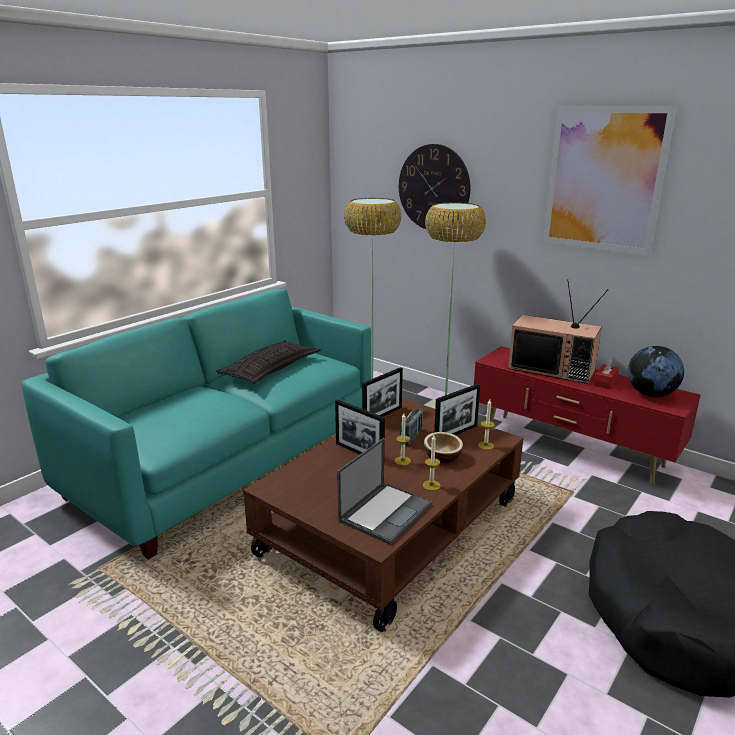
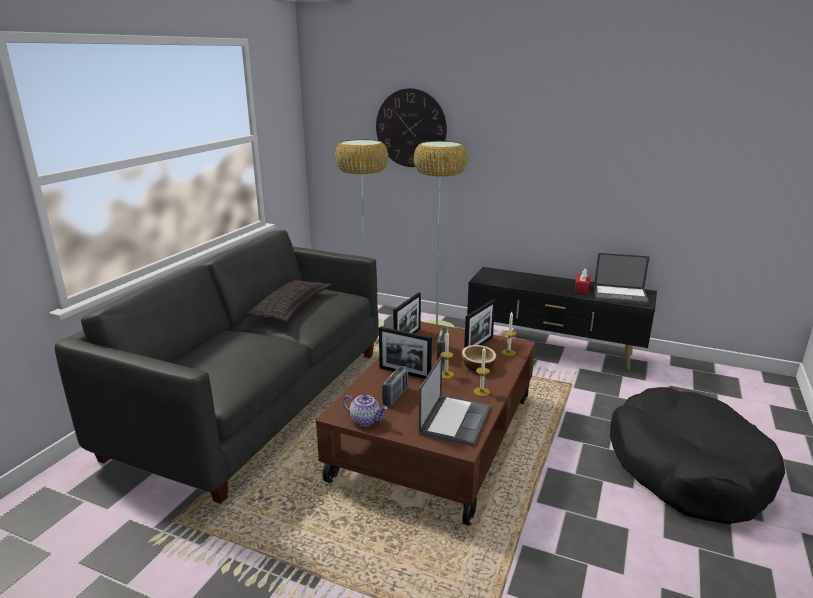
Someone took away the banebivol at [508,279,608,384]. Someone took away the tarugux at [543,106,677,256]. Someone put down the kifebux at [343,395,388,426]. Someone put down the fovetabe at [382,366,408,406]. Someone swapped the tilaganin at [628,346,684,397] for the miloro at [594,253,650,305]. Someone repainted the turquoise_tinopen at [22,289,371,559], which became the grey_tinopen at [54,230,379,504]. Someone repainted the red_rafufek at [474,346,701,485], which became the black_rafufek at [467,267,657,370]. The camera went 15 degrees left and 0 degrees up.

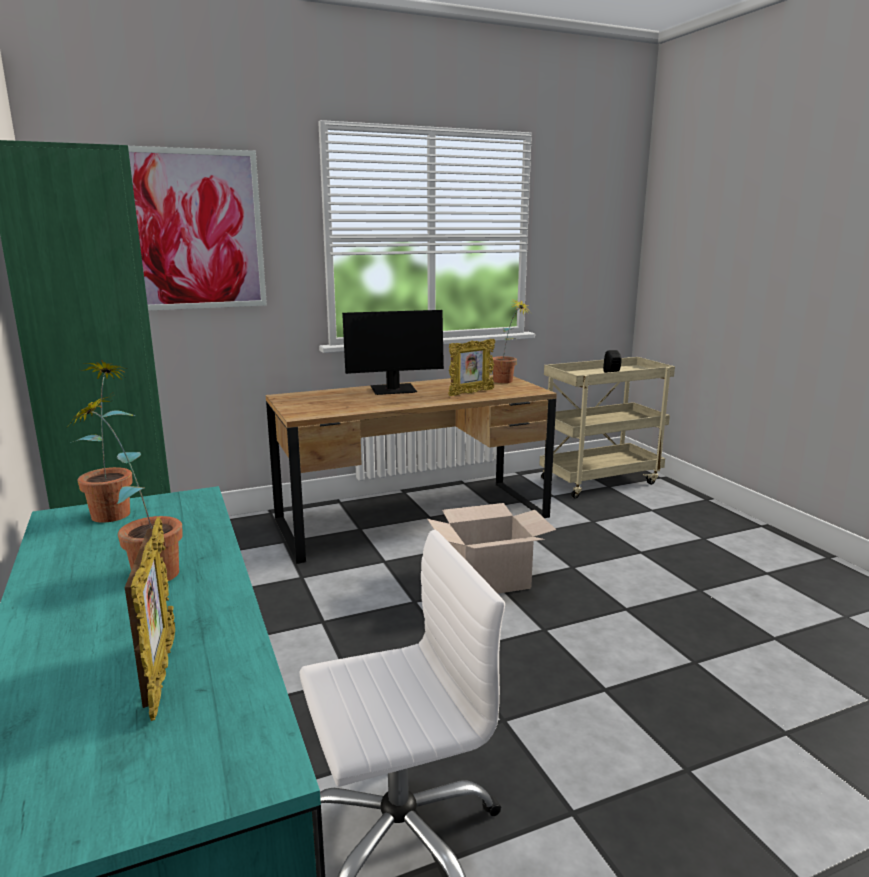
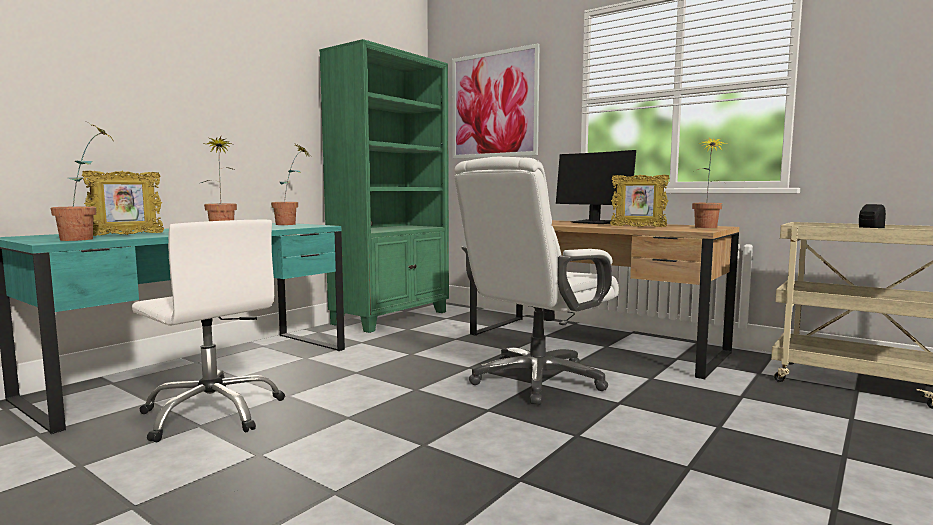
Someone put down the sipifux at [51,120,113,241]. Someone swapped the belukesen at [427,503,556,594] for the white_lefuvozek at [454,157,619,405]. The camera went 60 degrees right and 10 degrees down.

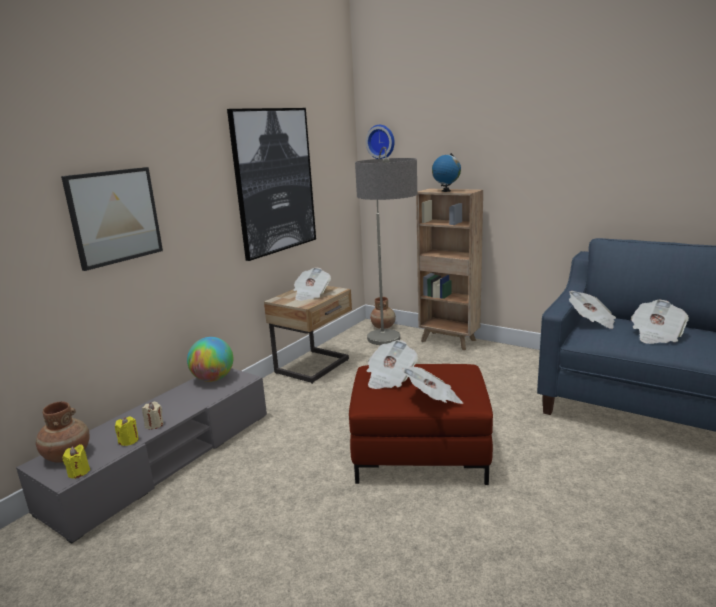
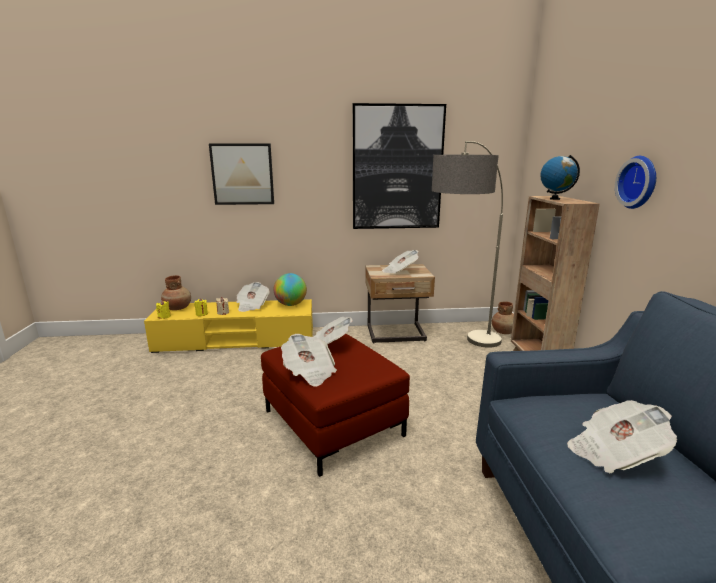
Someone carried the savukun from [366,125,395,159] to [615,156,656,209]. Someone carried the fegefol from [569,291,616,329] to [236,282,270,312]. Someone repainted the grey_rafufek at [16,368,267,544], which became the yellow_rafufek at [144,299,313,353]. The camera went 50 degrees right and 0 degrees up.

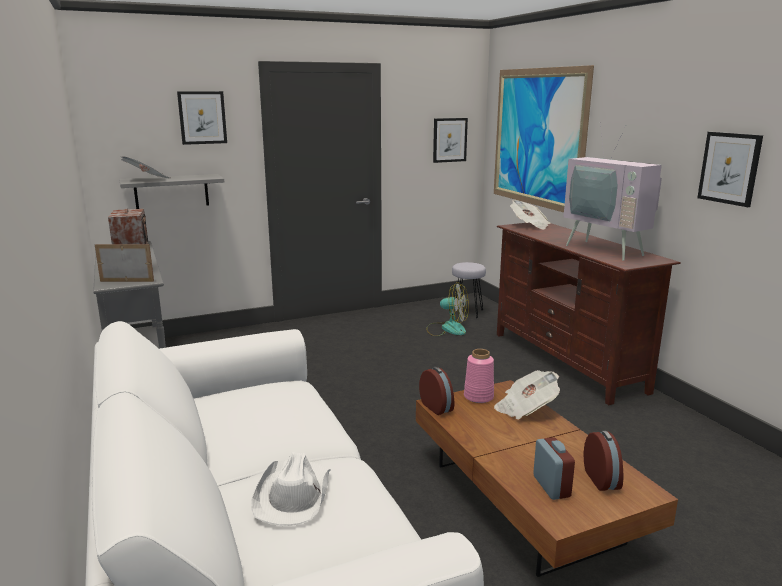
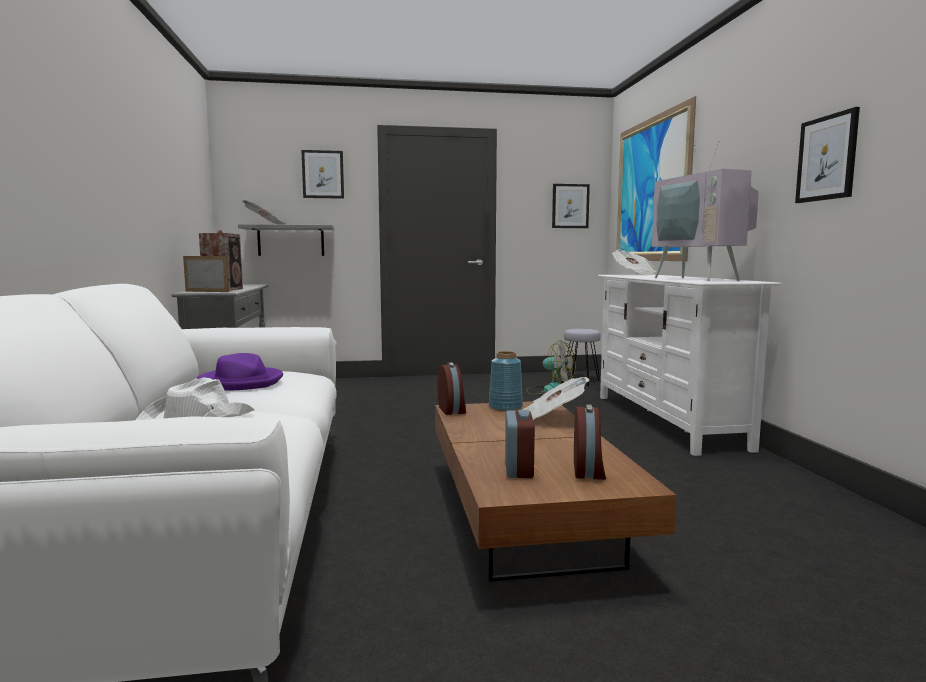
Someone put down the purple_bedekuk at [197,353,283,390]. Someone repainted the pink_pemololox at [464,349,494,403], which became the blue_pemololox at [489,351,523,411]. Someone repainted the brown_rafufek at [497,222,681,405], which became the white_rafufek at [598,275,781,456]. The camera went 15 degrees right and 10 degrees down.

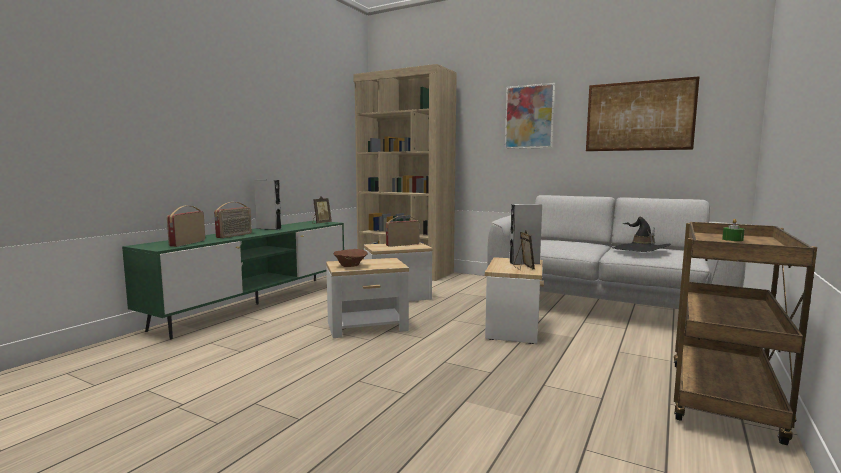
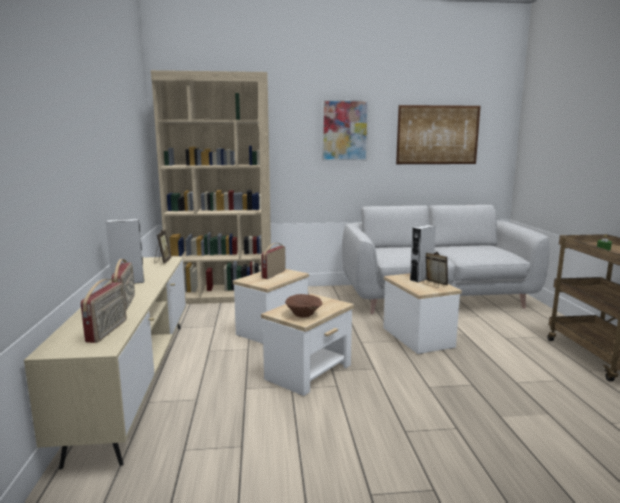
Someone took away the black_bedekuk at [612,217,671,252]. Someone repainted the green_rafufek at [122,221,344,339], which became the beige_rafufek at [24,257,186,470]. Someone rotated the fovetabe at [167,206,205,247] by 150 degrees counterclockwise. The camera went 35 degrees left and 5 degrees up.

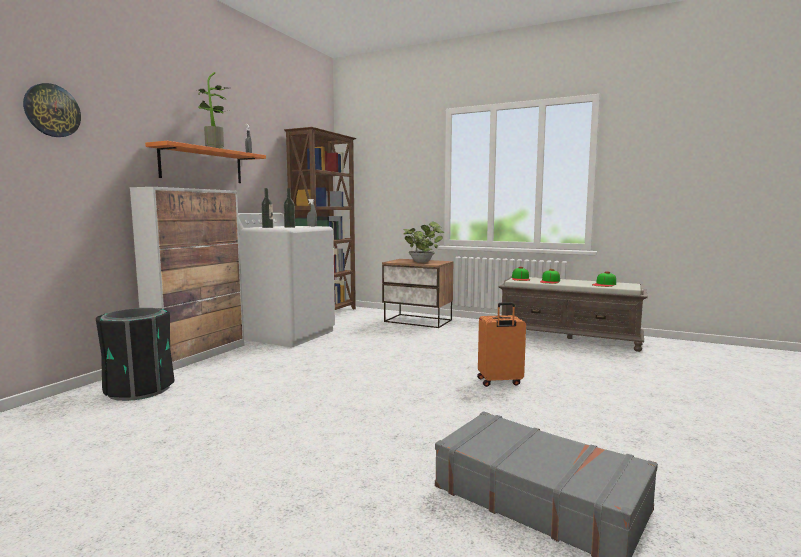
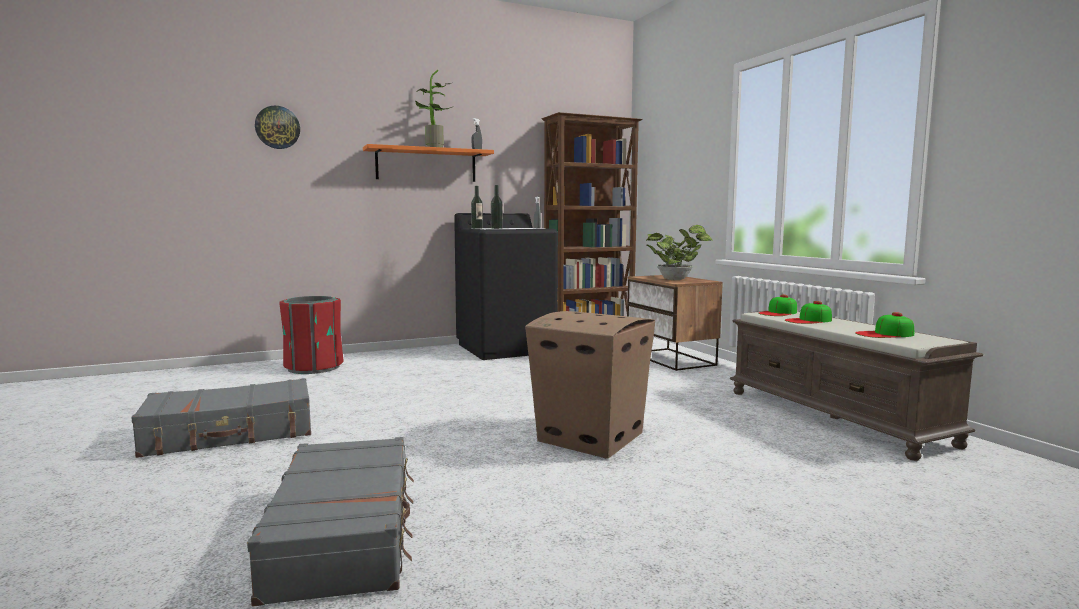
Someone took away the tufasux at [130,187,245,370]. Someone put down the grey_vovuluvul at [131,378,311,458]. Someone swapped the orange_vovuluvul at [477,302,526,387] for the belukesen at [525,311,655,459]. Someone repainted the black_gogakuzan at [96,308,175,401], which became the red_gogakuzan at [279,296,344,374]. Someone repainted the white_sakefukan at [238,213,335,347], which became the black_sakefukan at [454,213,558,360]. The camera went 40 degrees right and 0 degrees up.

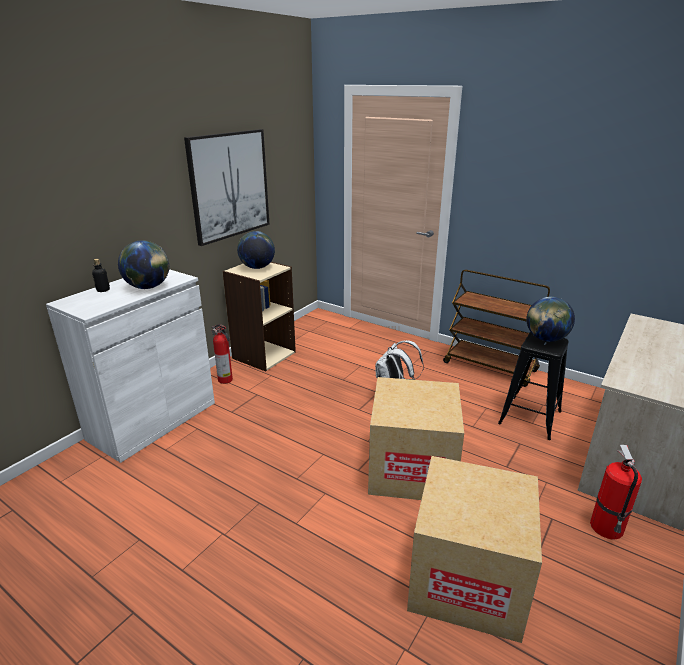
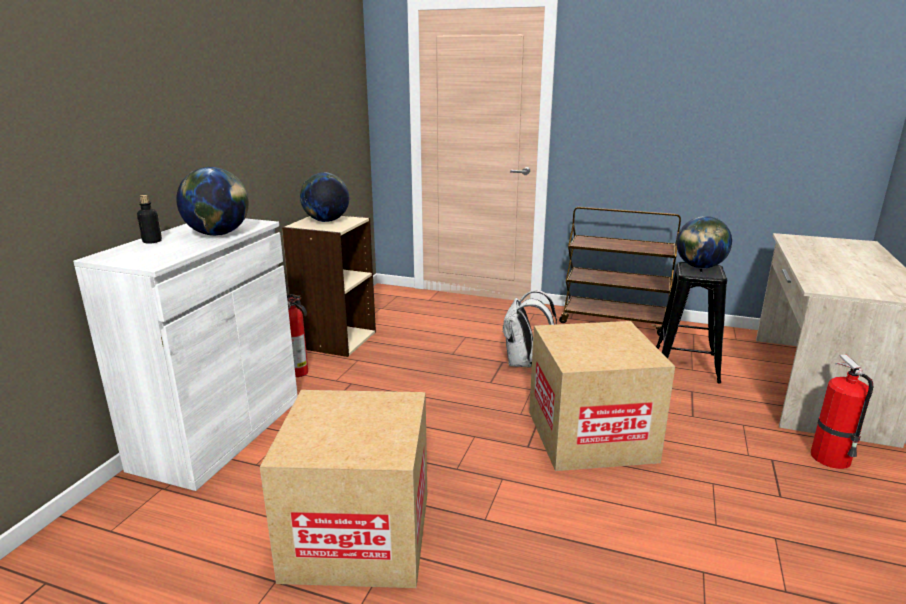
Someone took away the tarugux at [184,129,270,246]. Someone carried the belukesen from [407,456,542,643] to [260,390,427,588]. The camera went 15 degrees left and 5 degrees down.

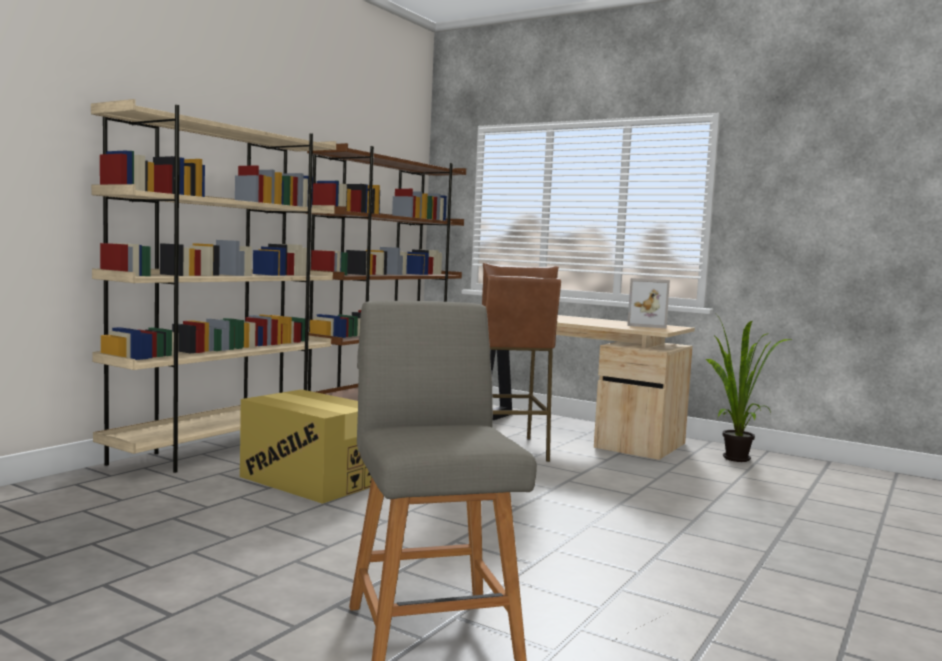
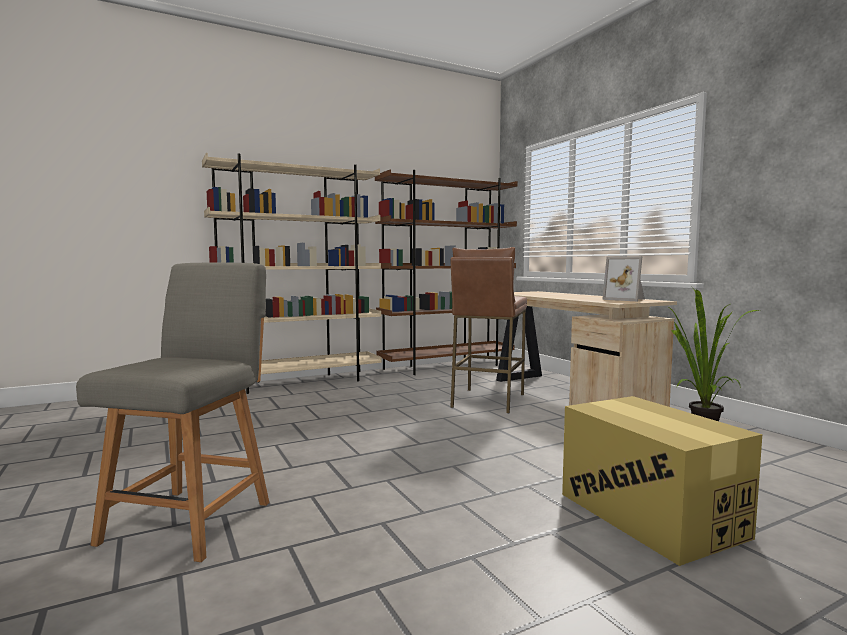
Someone carried the belukesen from [240,389,372,504] to [562,396,762,566]. The camera went 30 degrees right and 0 degrees up.

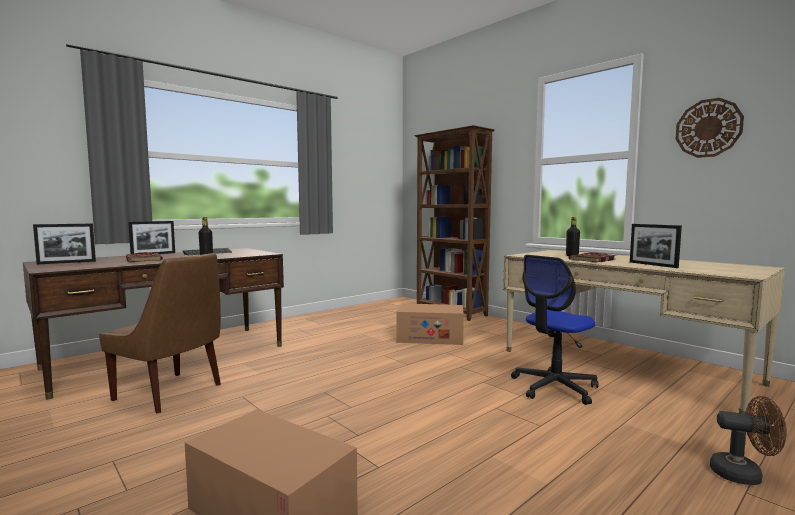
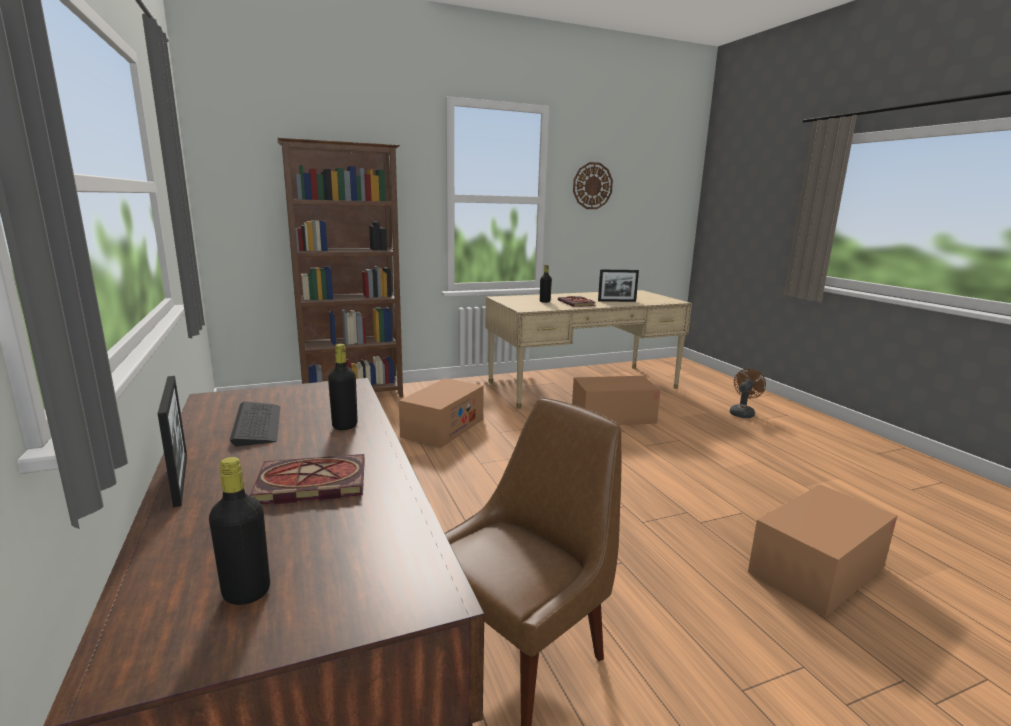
Someone swapped the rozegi at [33,224,96,264] for the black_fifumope at [209,457,270,605]. Someone swapped the lefuvozek at [511,255,599,405] for the belukesen at [572,376,661,425]. The camera went 70 degrees left and 10 degrees up.

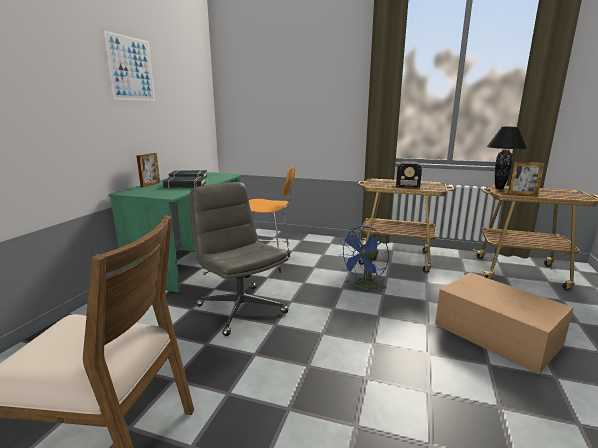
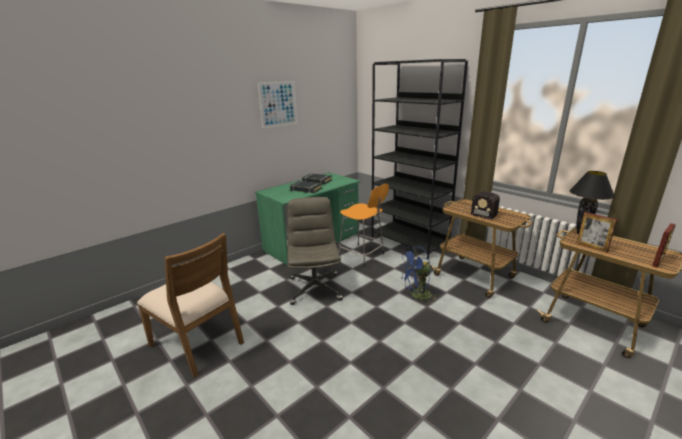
Someone took away the belukesen at [435,272,574,374]. Someone put down the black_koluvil at [371,59,468,259]. Someone carried the rozegi from [137,153,160,187] to [652,223,676,267]. The camera went 30 degrees right and 5 degrees up.

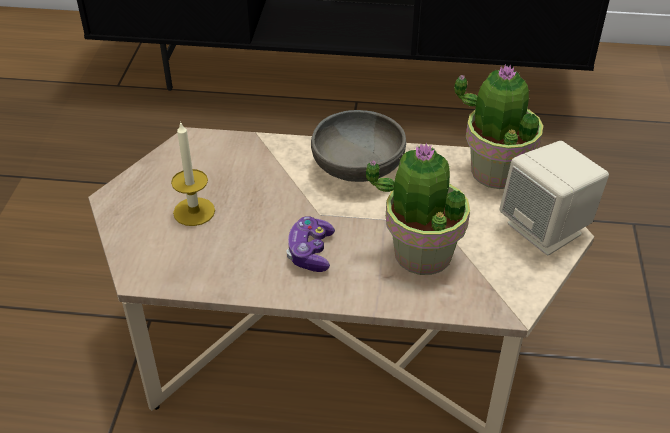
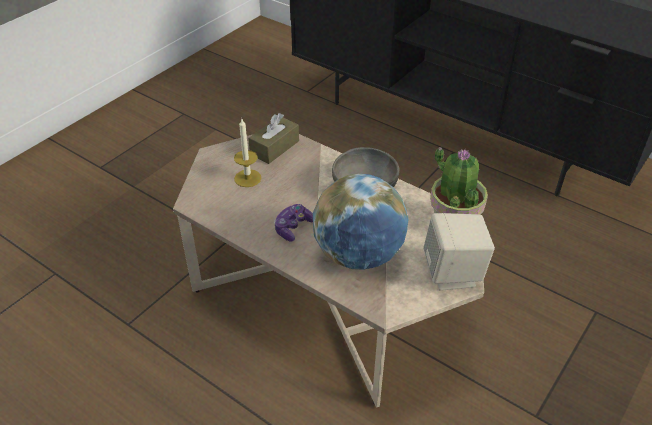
Someone put down the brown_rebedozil at [248,113,299,164]. Someone swapped the sipifux at [366,143,470,275] for the tilaganin at [313,174,408,270]. The camera went 30 degrees right and 0 degrees up.

